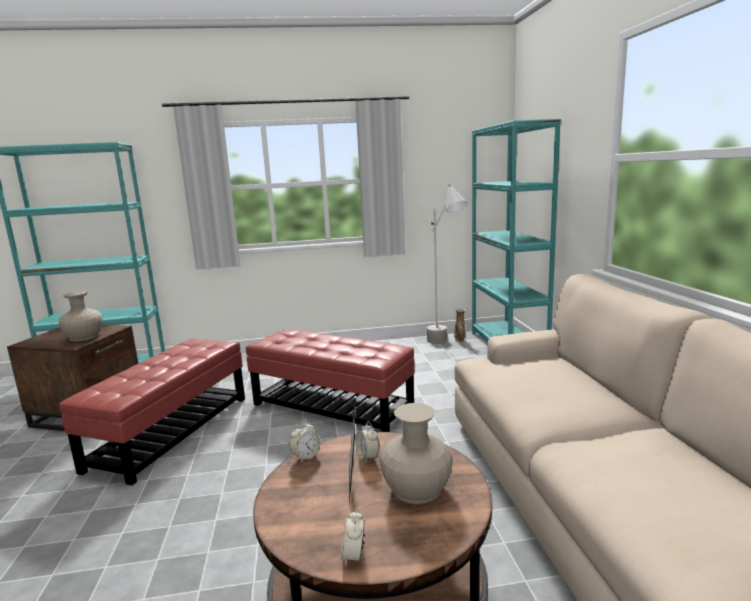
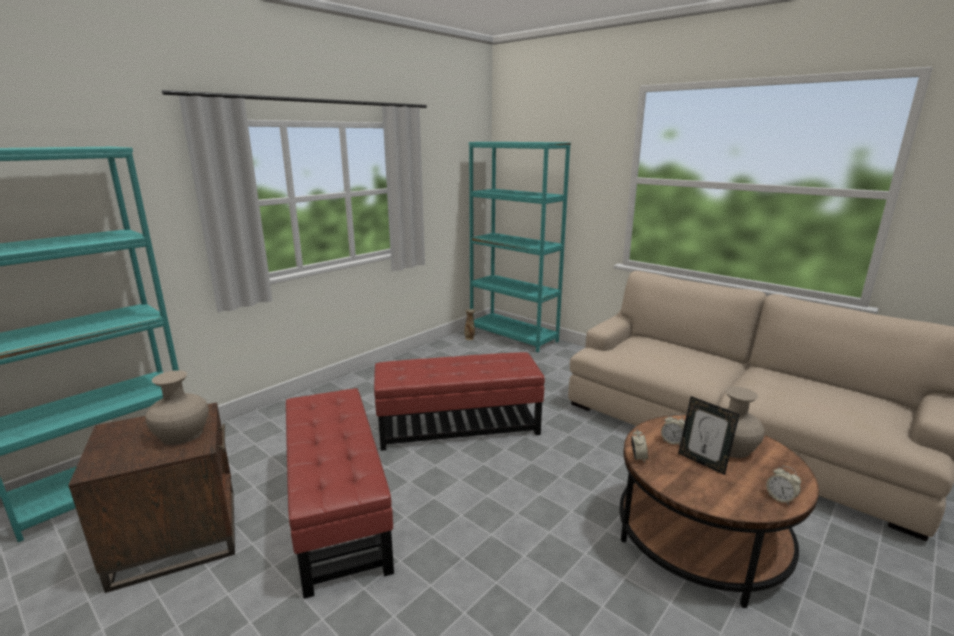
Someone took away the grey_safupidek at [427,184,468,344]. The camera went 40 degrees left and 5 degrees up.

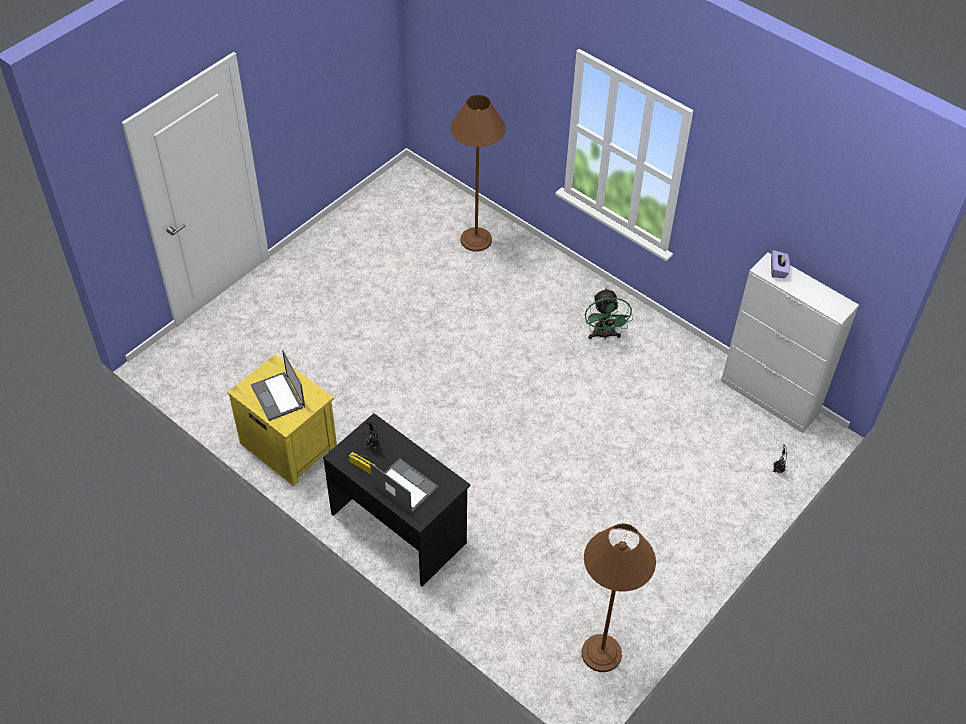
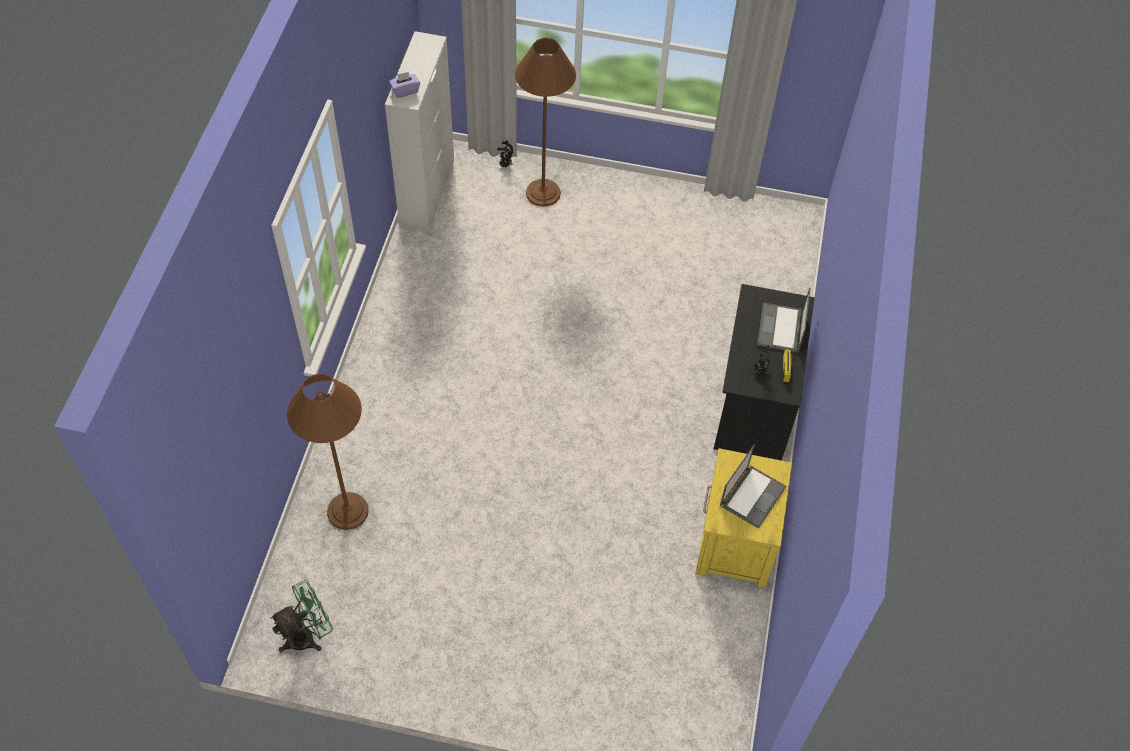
Someone carried the brown_safupidek from [581,523,656,672] to [515,38,576,207]. Someone carried the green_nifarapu from [585,288,633,340] to [270,580,333,652]. The camera went 120 degrees left and 5 degrees up.

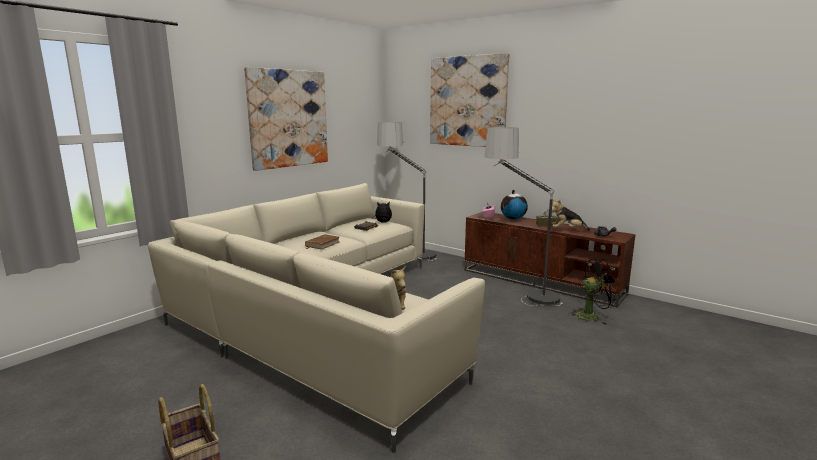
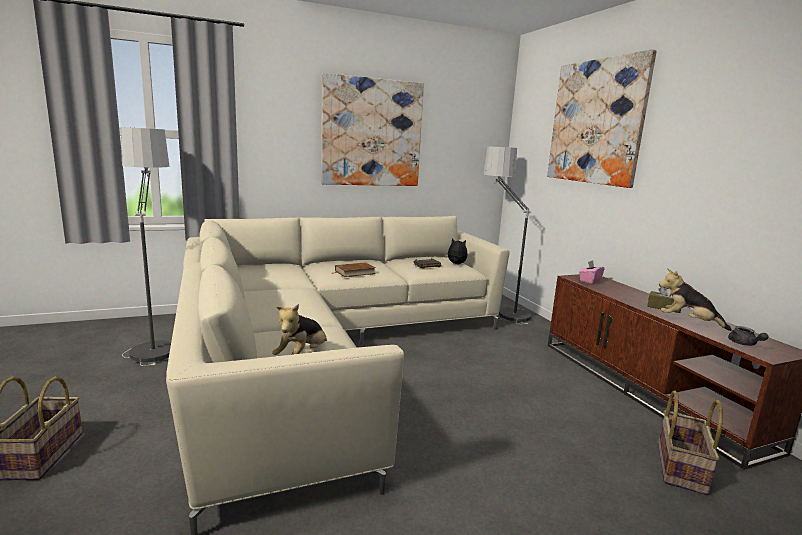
Someone took away the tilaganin at [501,190,528,220]. Someone carried the safupidek from [484,127,563,306] to [120,127,171,366]. Someone swapped the black_nifarapu at [568,259,620,325] for the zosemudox at [658,391,723,495]. The camera went 30 degrees right and 0 degrees up.

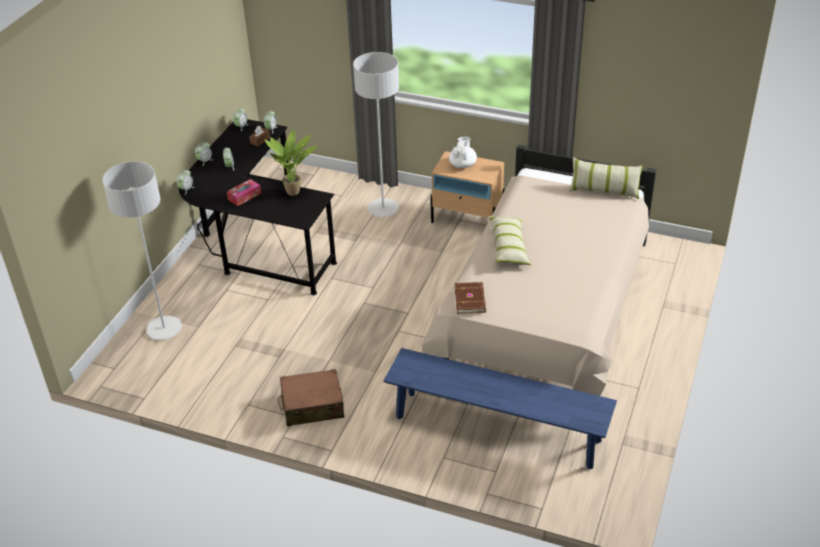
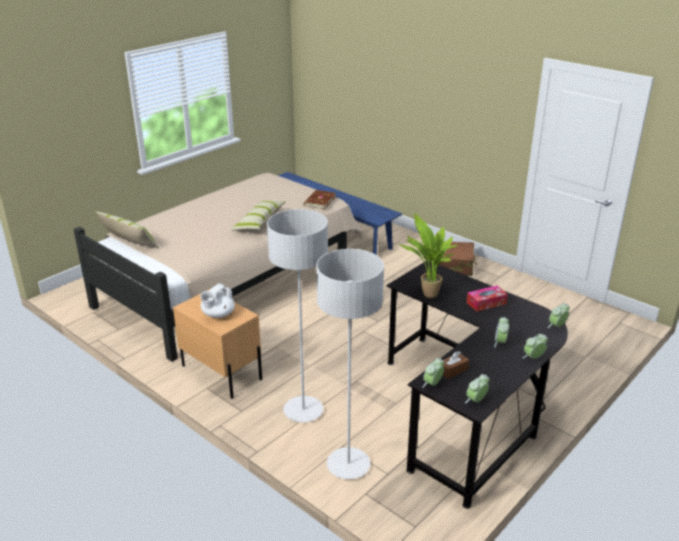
Someone carried the grey_safupidek from [102,161,182,340] to [316,249,384,479]. The camera went 160 degrees left and 10 degrees down.

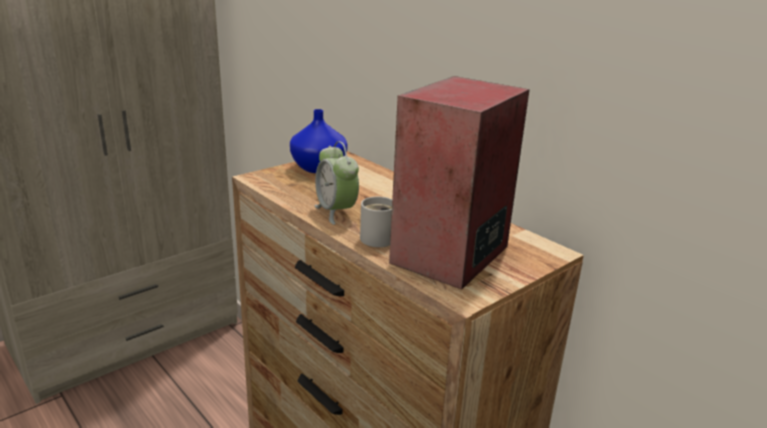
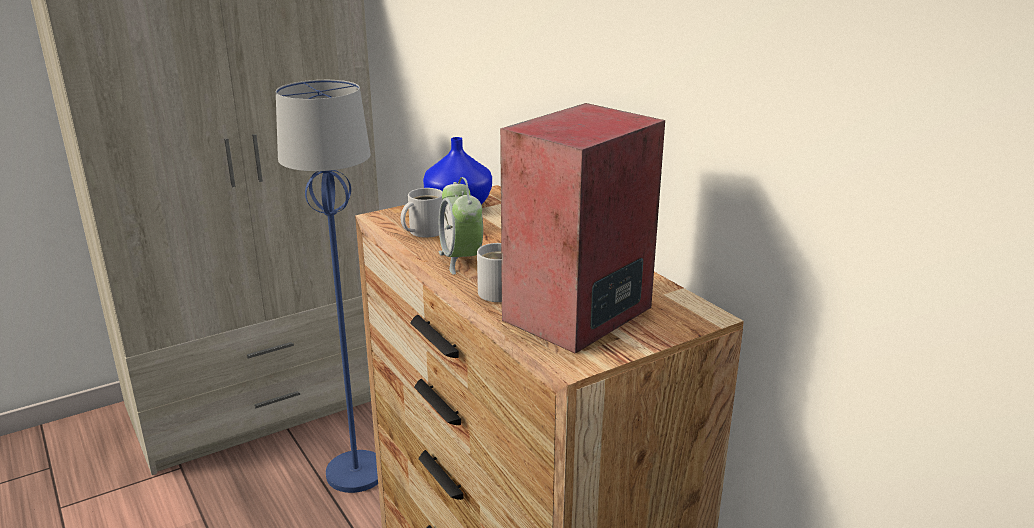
Someone put down the blue_safupidek at [276,80,378,493]. Someone put down the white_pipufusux at [401,188,443,238]. The camera went 10 degrees right and 0 degrees up.

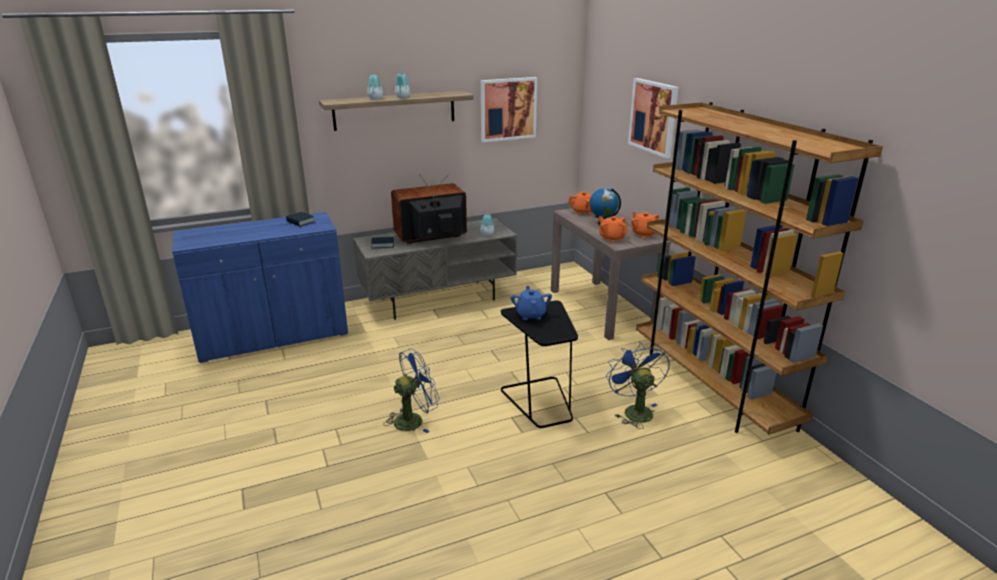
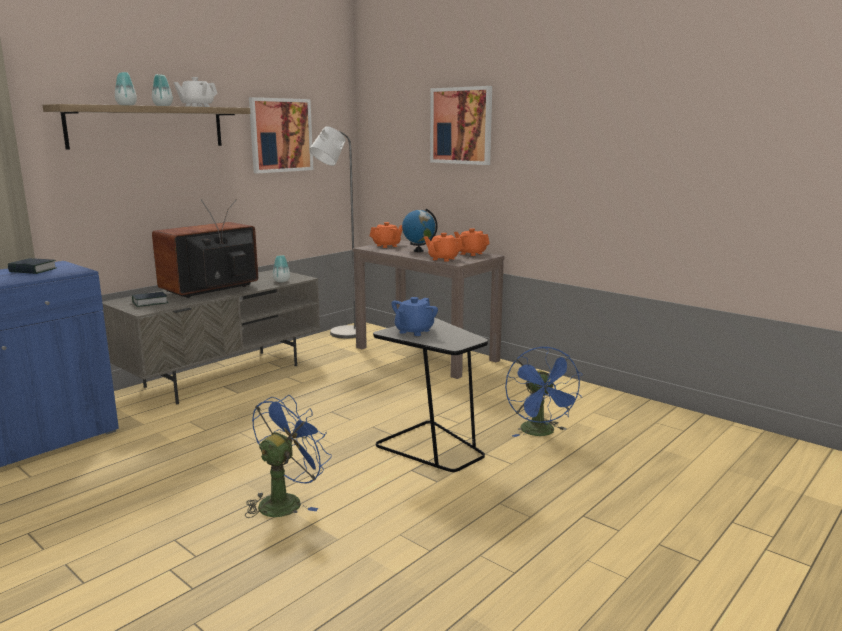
Someone took away the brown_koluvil at [636,102,883,435]. Someone put down the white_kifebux at [173,77,217,107]. Someone put down the grey_safupidek at [309,126,356,339]. Someone rotated the blue_kifebux at [511,286,552,320] by 120 degrees counterclockwise. Someone rotated the blue_nifarapu at [606,342,670,429] by 150 degrees counterclockwise. The camera went 25 degrees left and 10 degrees down.

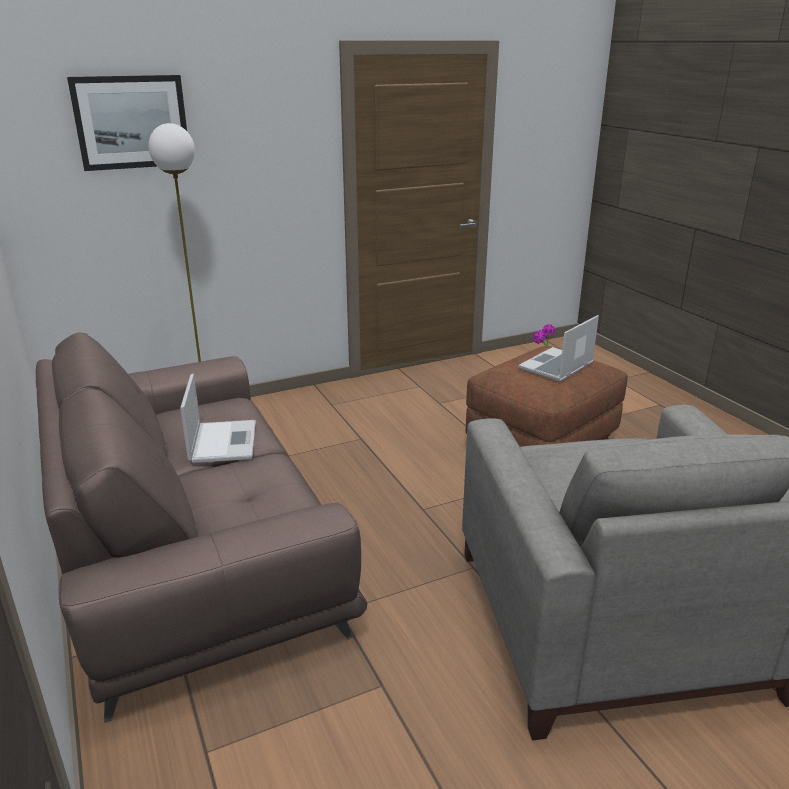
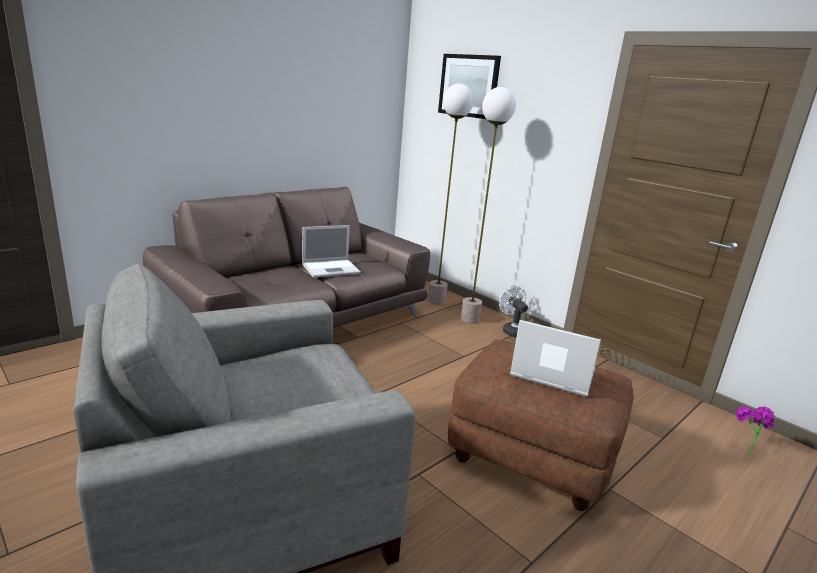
Someone put down the safupidek at [461,87,516,324]. Someone put down the white_nifarapu at [499,286,528,337]. The camera went 70 degrees right and 5 degrees down.

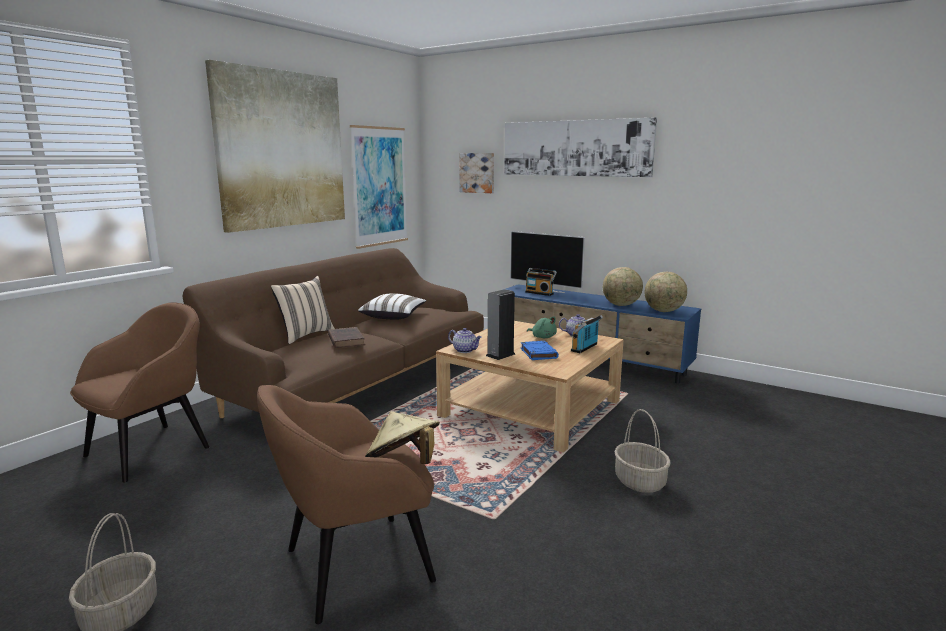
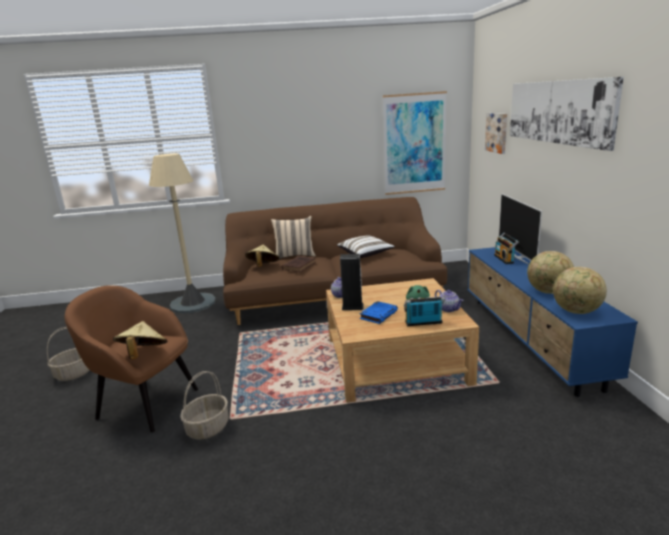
Someone took away the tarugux at [205,60,345,233]. Someone put down the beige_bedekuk at [245,245,279,267]. Someone carried the zosemudox from [614,409,671,493] to [180,371,229,439]. Someone swapped the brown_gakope at [70,302,209,483] for the beige_safupidek at [149,153,216,313]. The camera went 50 degrees right and 5 degrees up.

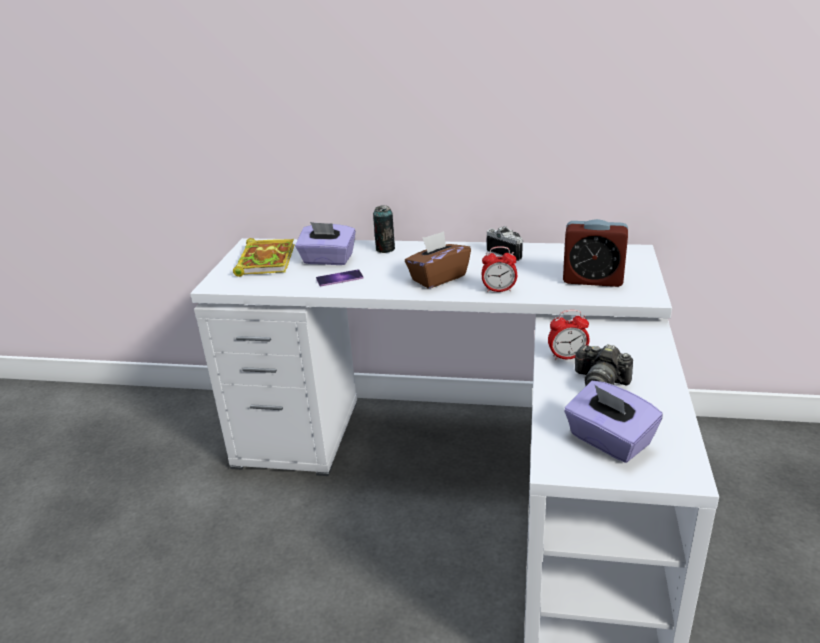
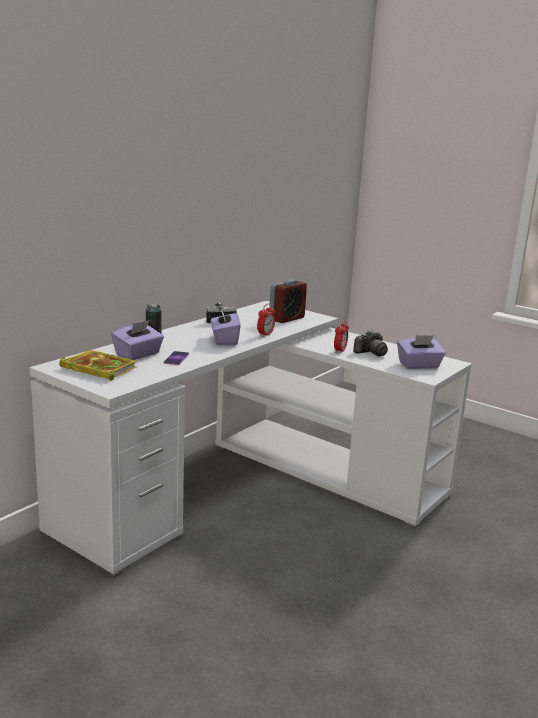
Someone repainted the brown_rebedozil at [405,231,471,289], which became the purple_rebedozil at [211,306,240,345]. The camera went 65 degrees left and 10 degrees down.

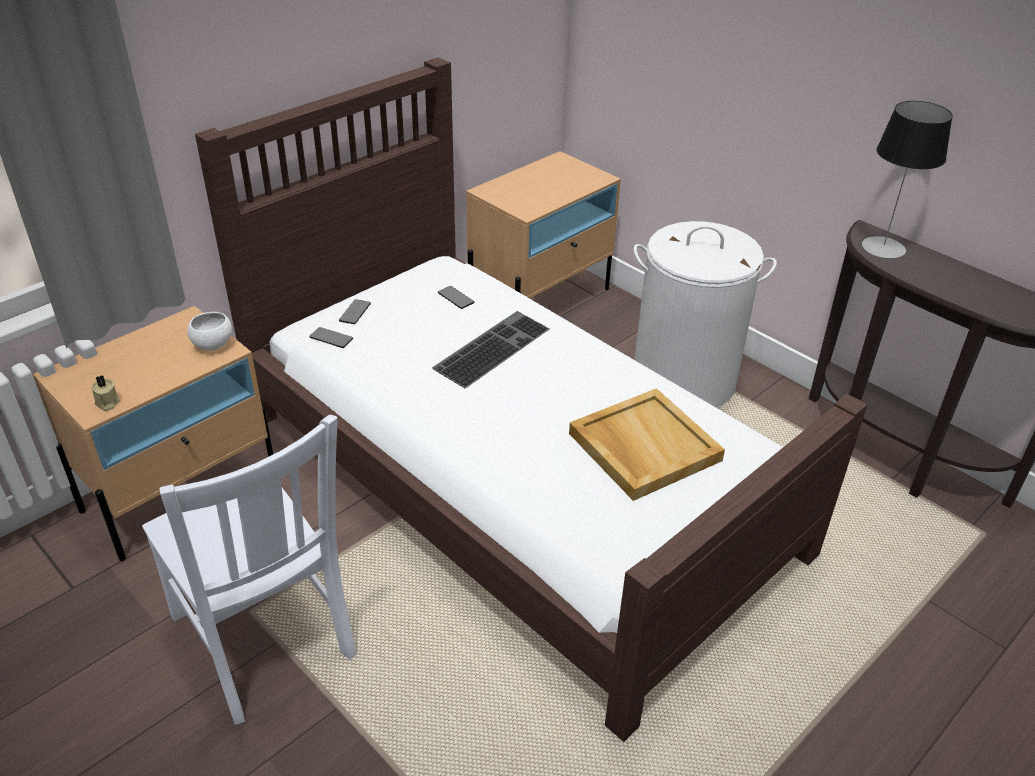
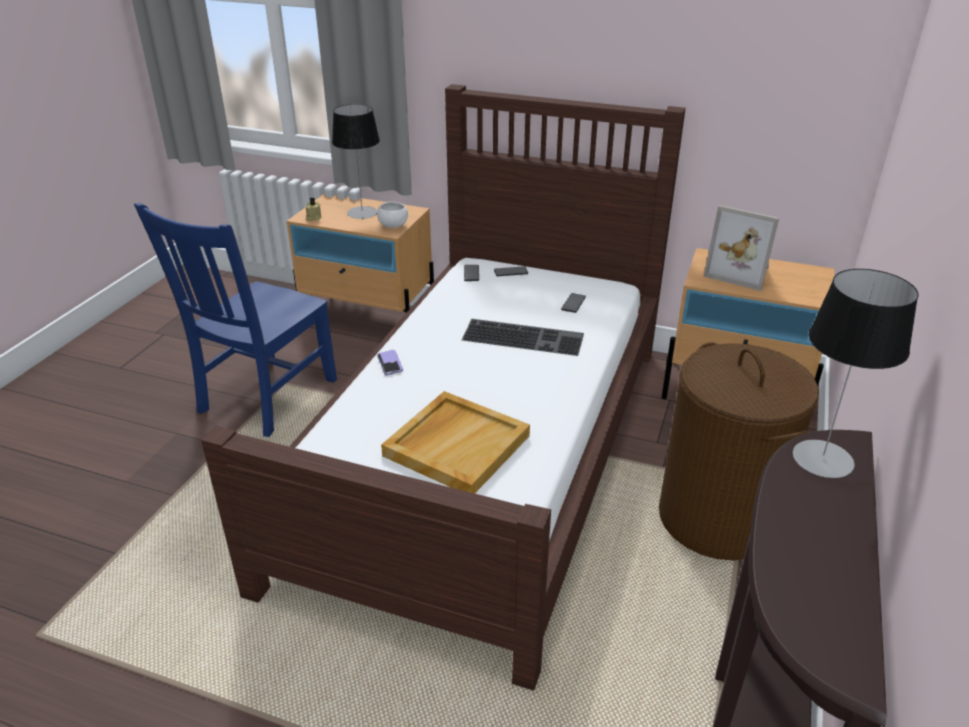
Someone put down the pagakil at [332,104,380,219]. Someone put down the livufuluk at [377,350,403,376]. Someone put down the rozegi at [704,205,779,291]. Someone repainted the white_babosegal at [142,415,357,725], which became the blue_babosegal at [134,203,337,437]. Someone repainted the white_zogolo at [633,221,777,407], which became the brown_zogolo at [659,343,819,560]. The camera went 65 degrees right and 5 degrees down.

